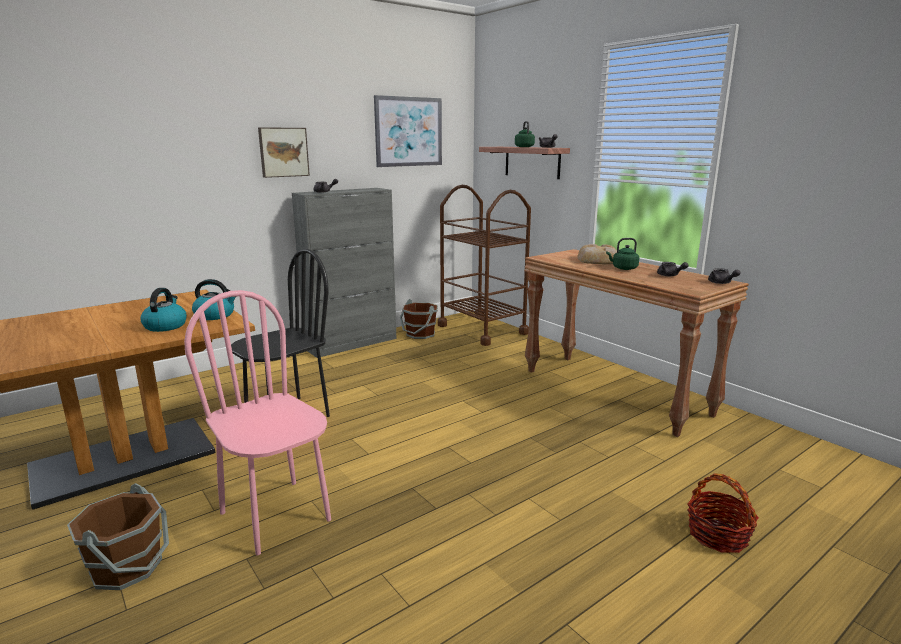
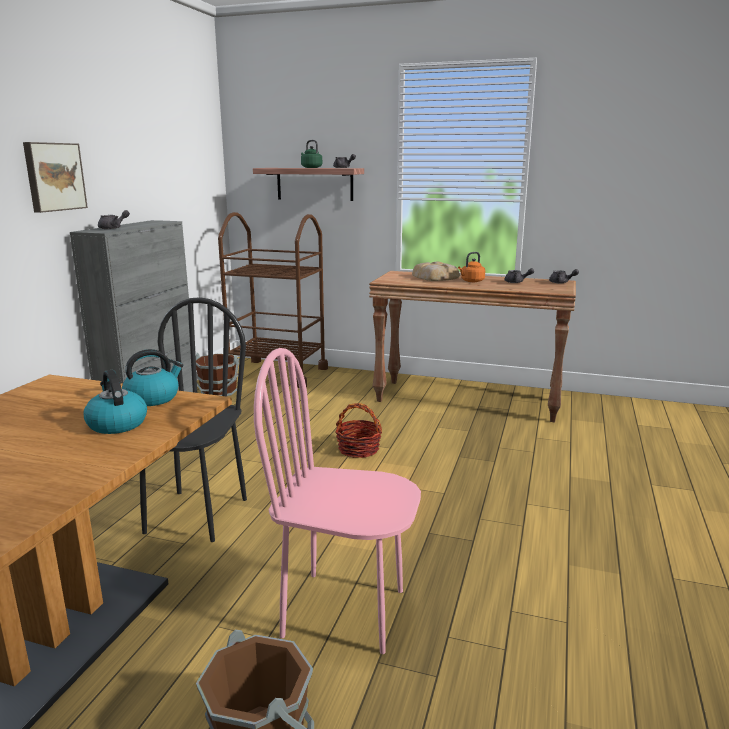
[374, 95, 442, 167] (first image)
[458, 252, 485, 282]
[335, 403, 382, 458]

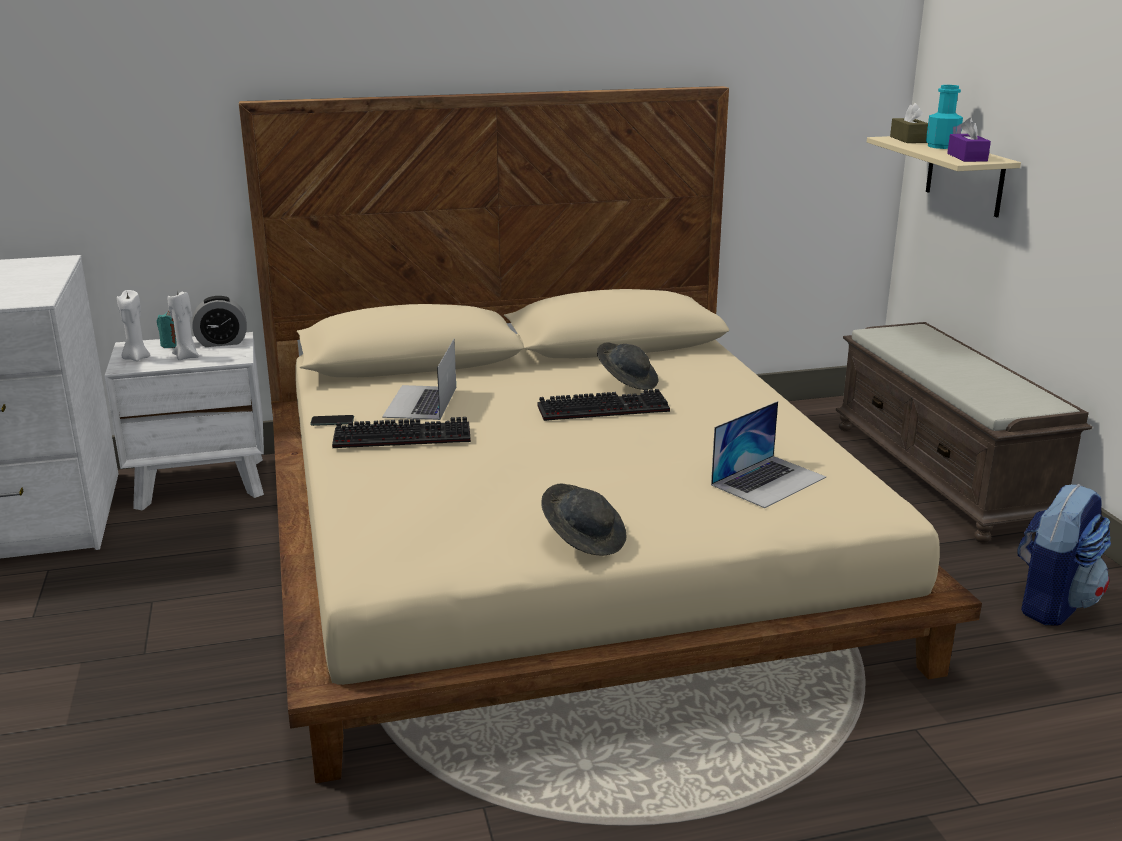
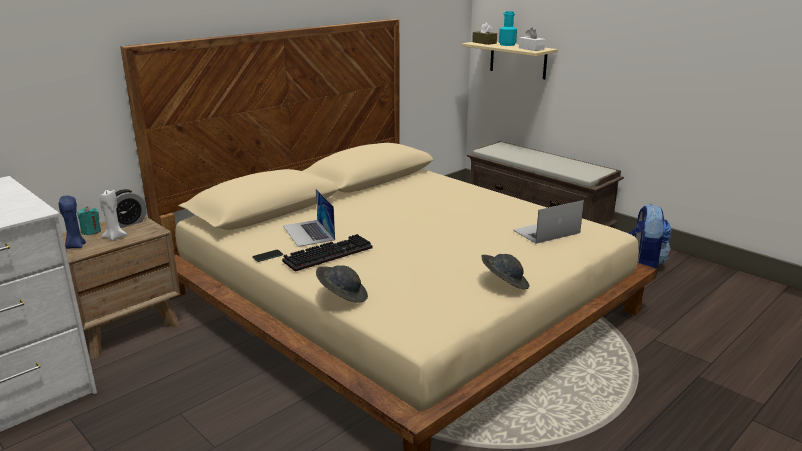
[519, 28, 545, 51]
[59, 196, 86, 249]
[62, 216, 180, 359]
[316, 265, 368, 303]
[538, 389, 670, 421] (first image)
[513, 200, 584, 244]

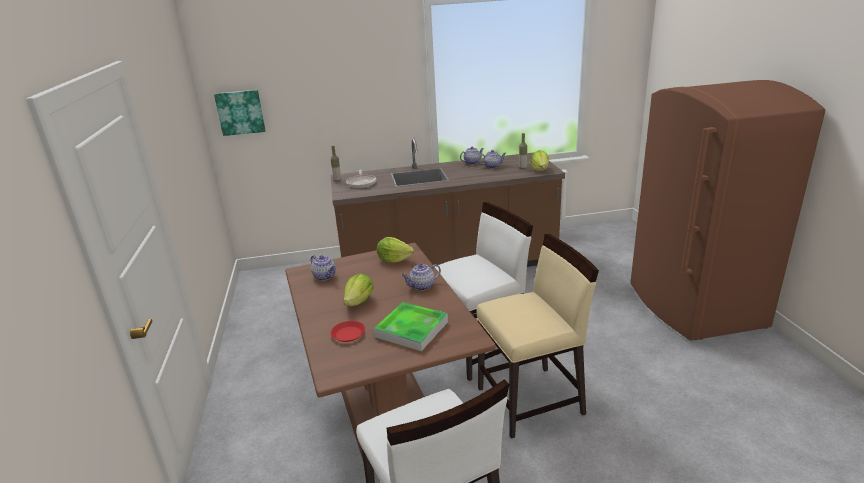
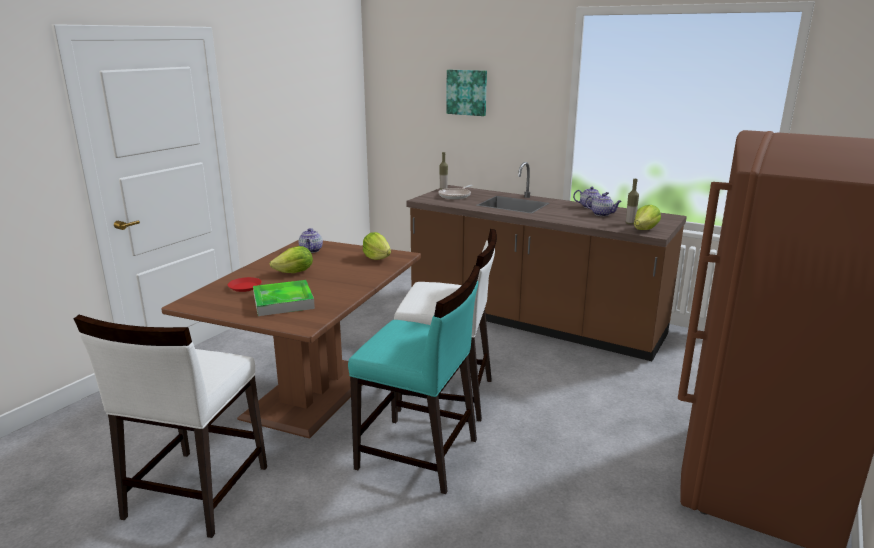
[446, 70, 487, 116]
[348, 265, 480, 494]
[401, 264, 441, 291] (first image)

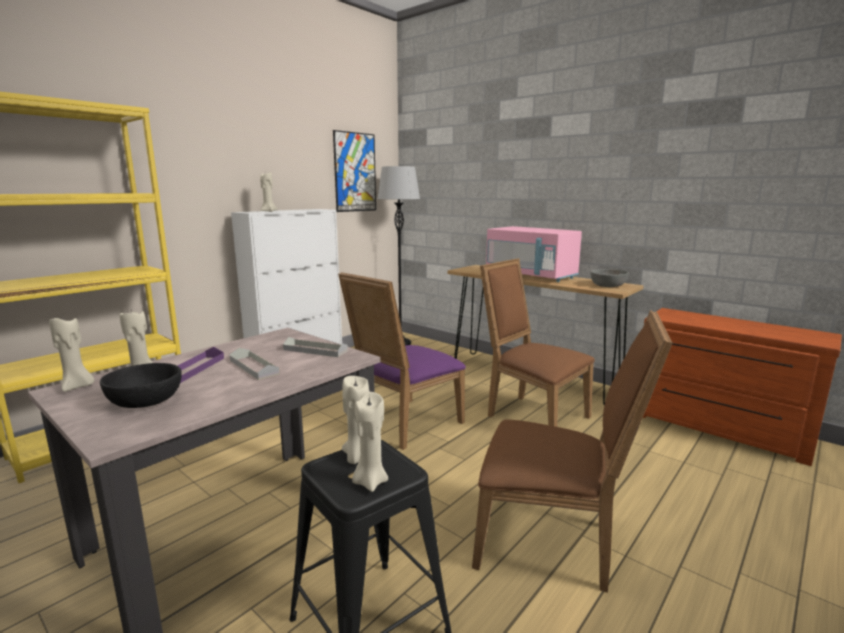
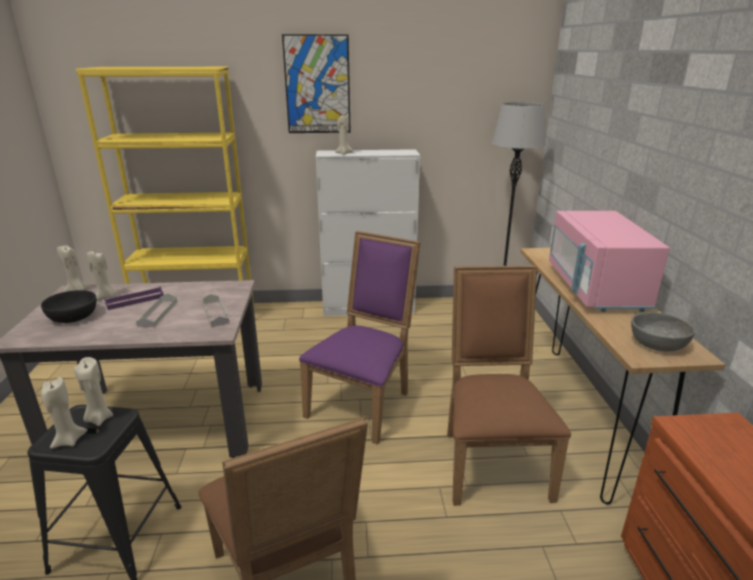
[282, 34, 351, 133]
[299, 231, 420, 445]

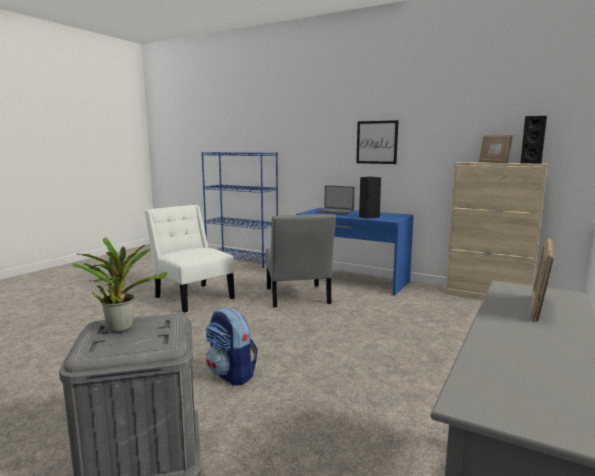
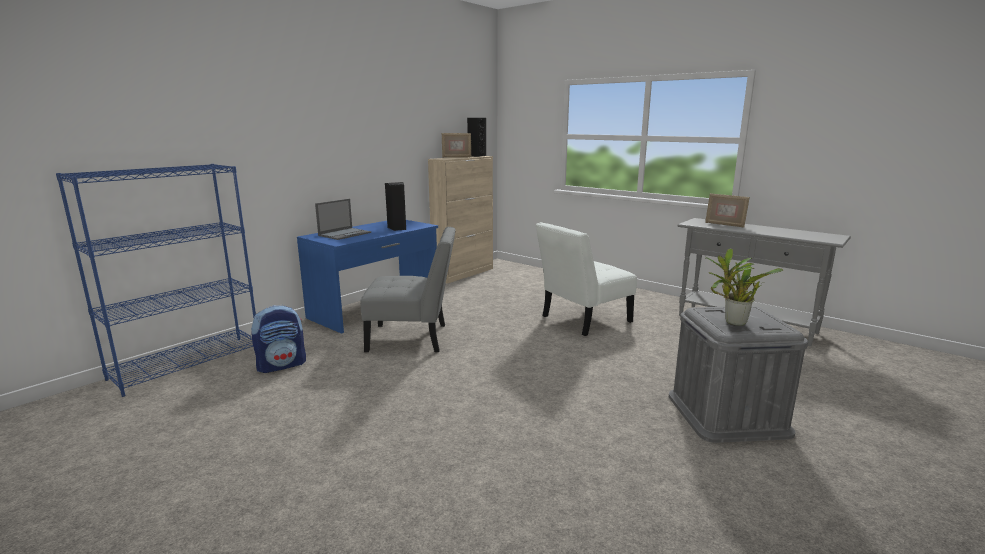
[356, 120, 399, 164] (first image)
[536, 222, 637, 336]
[251, 305, 306, 373]

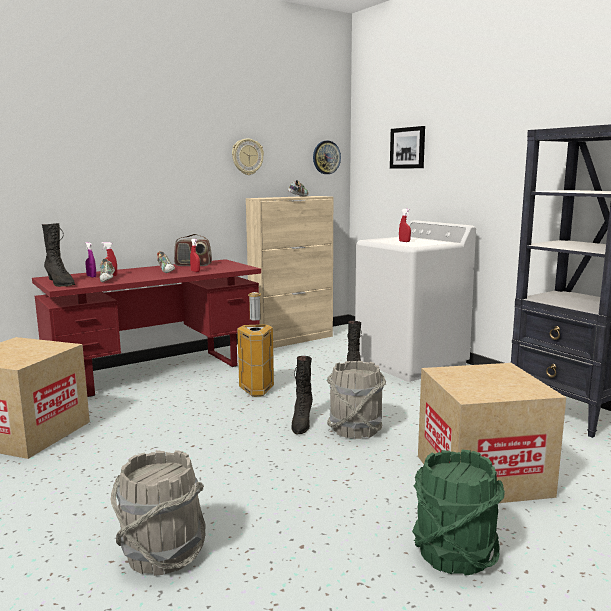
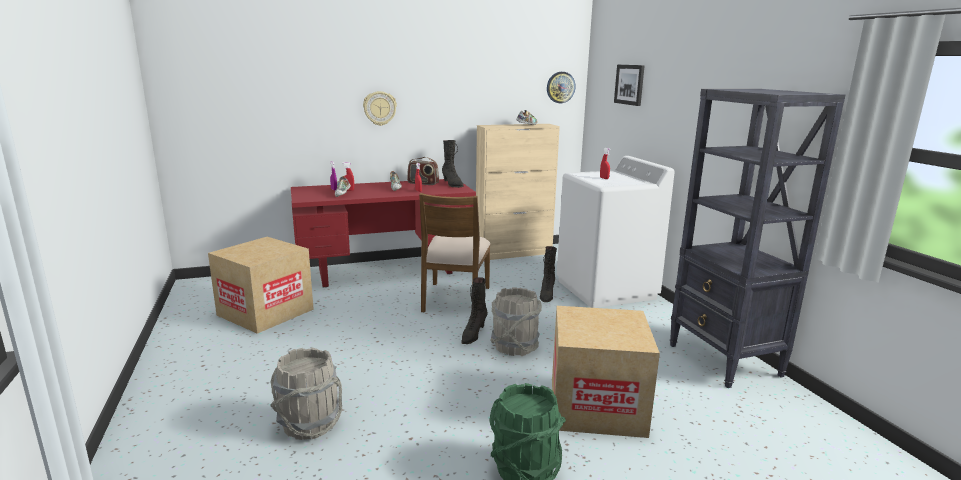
[363, 91, 397, 126]
[442, 140, 464, 188]
[419, 193, 490, 312]

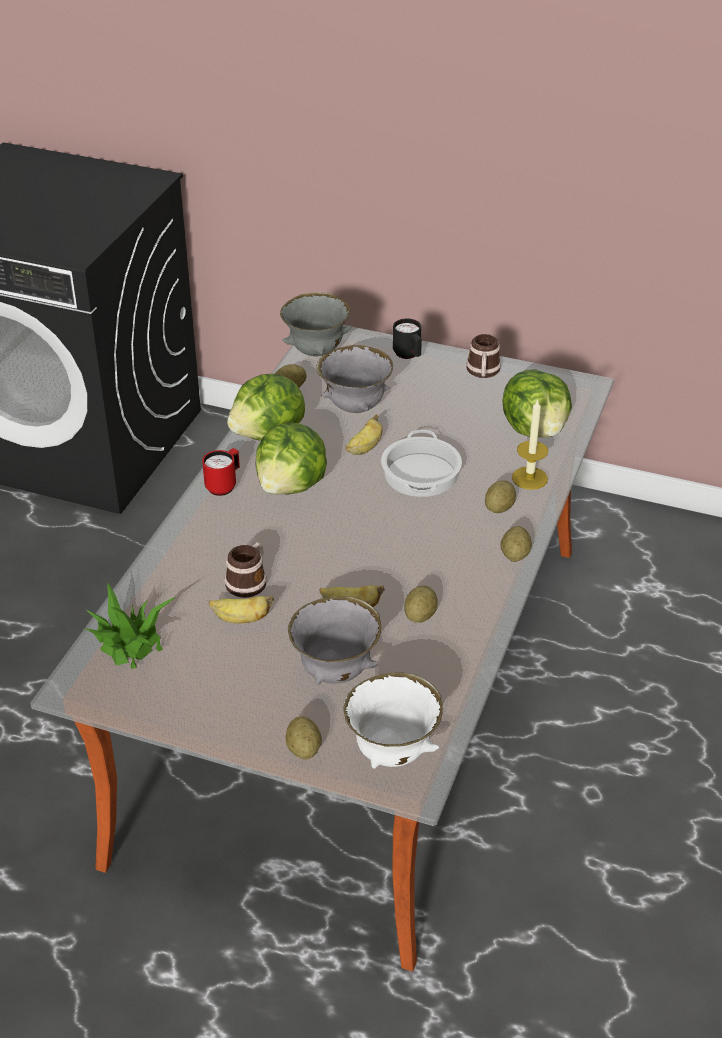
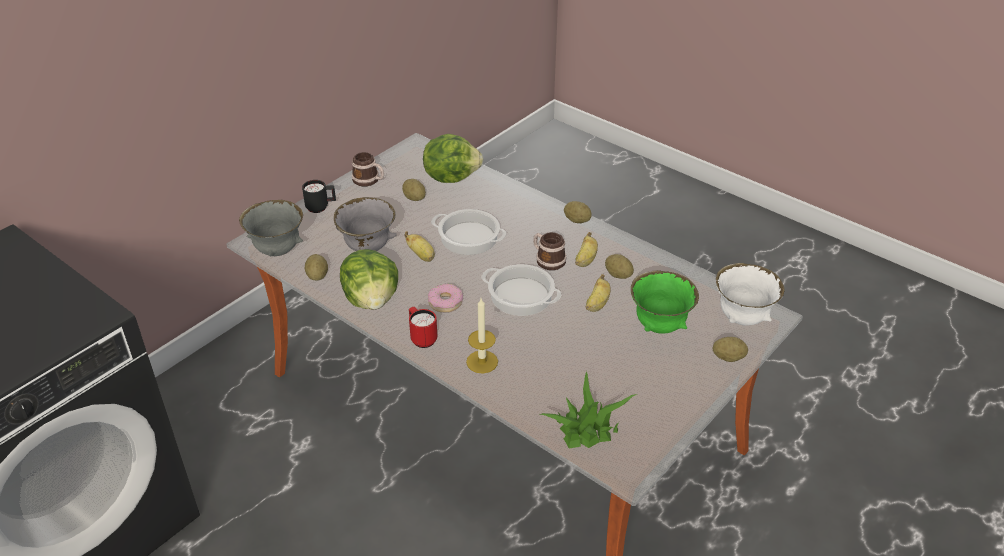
[466, 298, 498, 373]
[428, 284, 463, 312]
[402, 179, 426, 201]
[533, 232, 566, 270]
[575, 232, 598, 267]
[631, 270, 699, 334]
[481, 264, 561, 316]

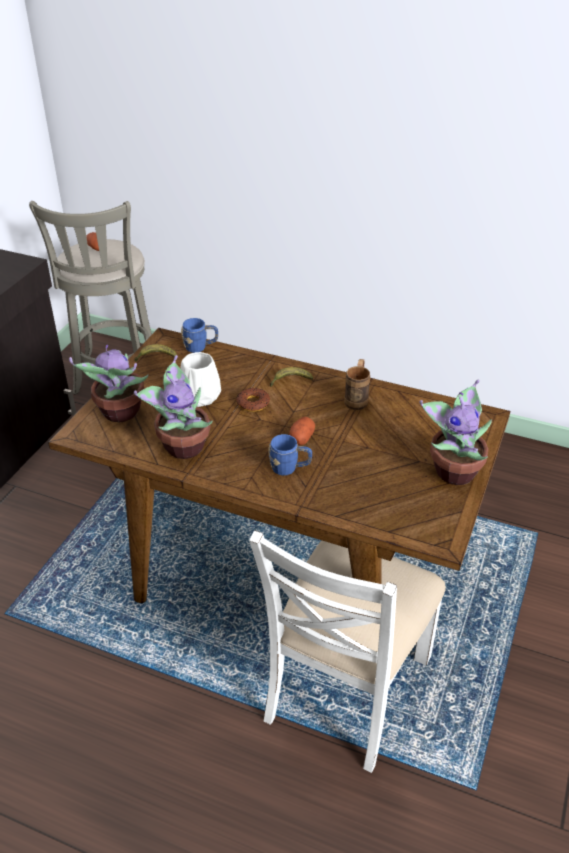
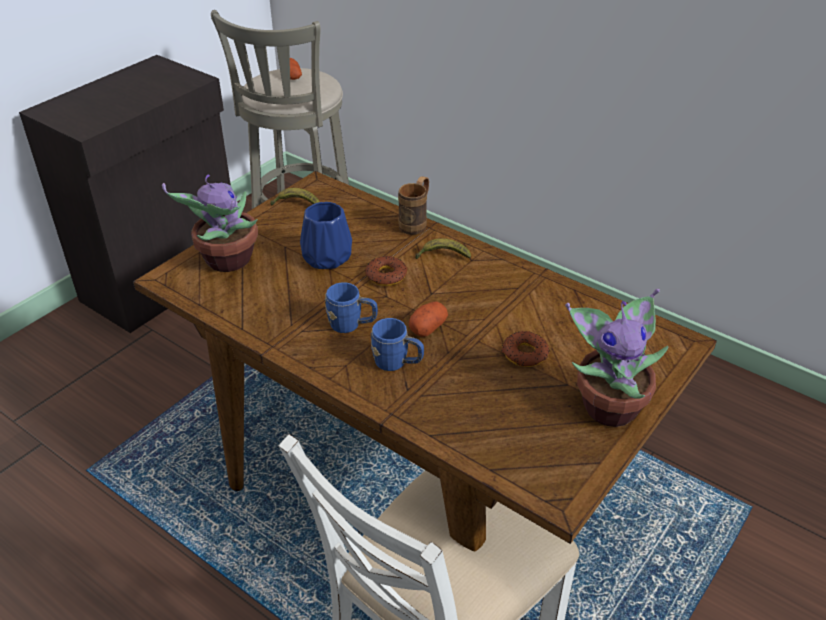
[325, 282, 378, 333]
[300, 202, 352, 269]
[134, 355, 213, 459] (first image)
[398, 176, 429, 235]
[502, 331, 550, 367]

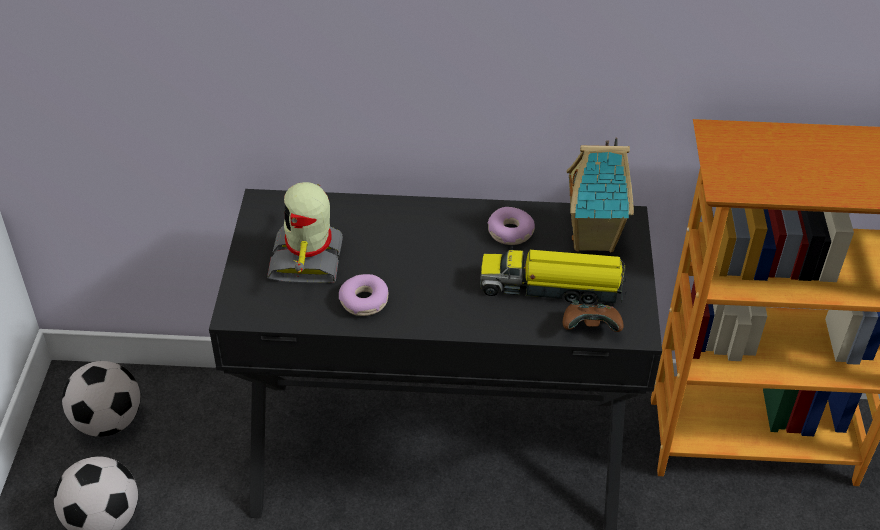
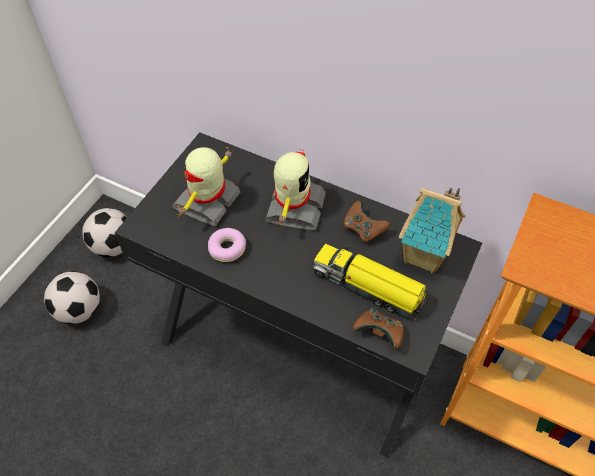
[343, 200, 390, 243]
[266, 151, 326, 230]

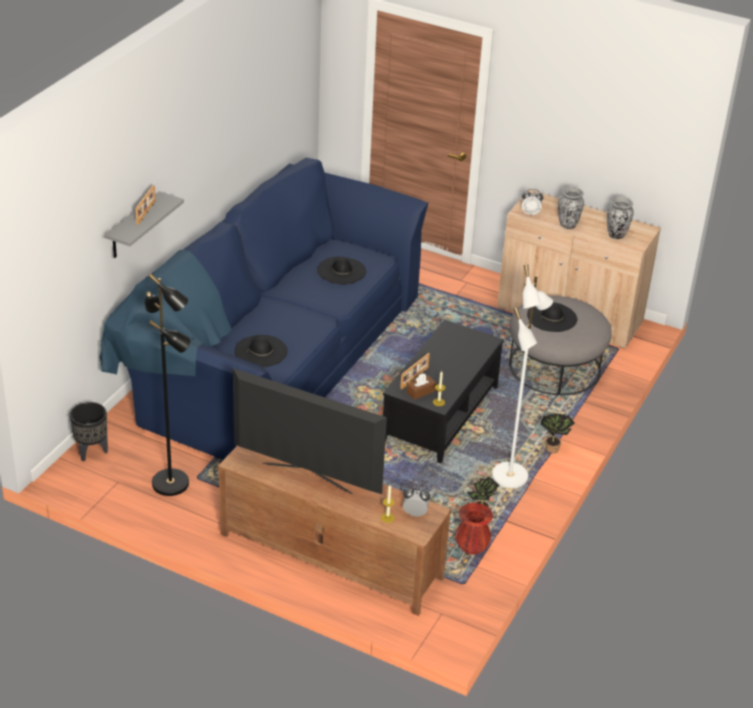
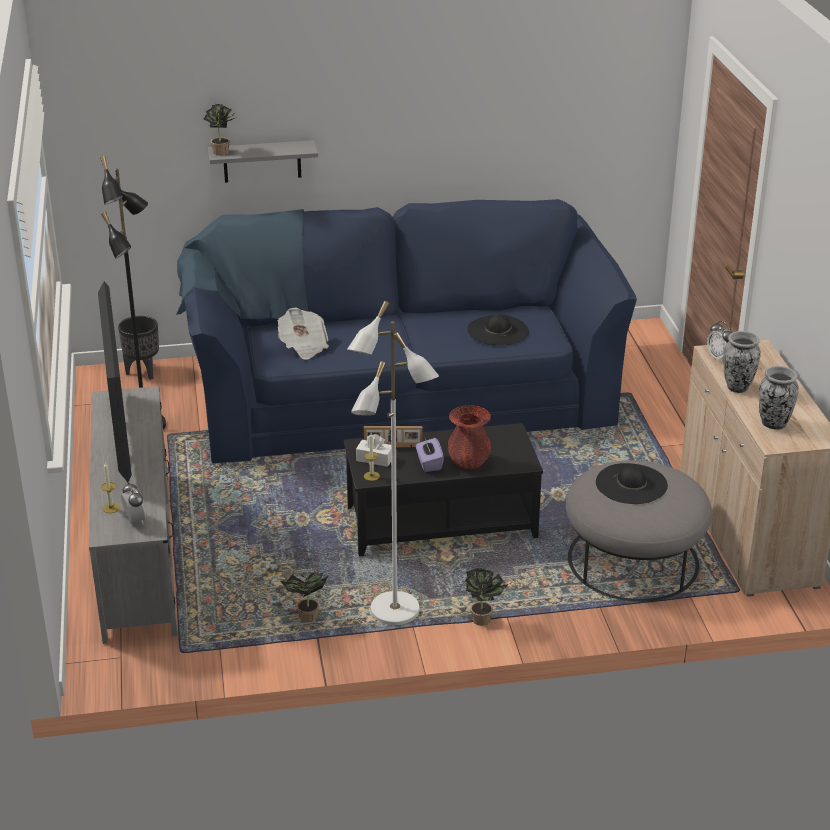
[136, 185, 156, 225] (first image)
[278, 308, 329, 360]
[356, 434, 391, 467]
[89, 386, 177, 644]
[448, 405, 491, 470]
[204, 104, 237, 155]
[416, 438, 444, 472]

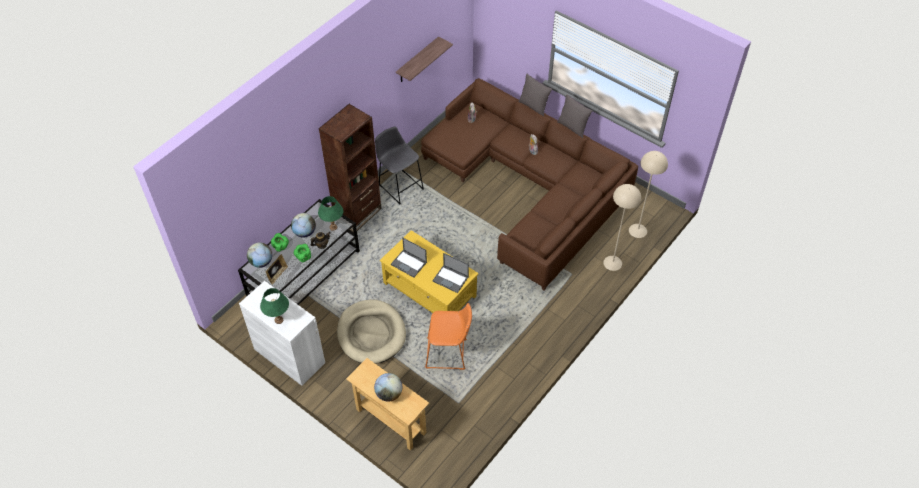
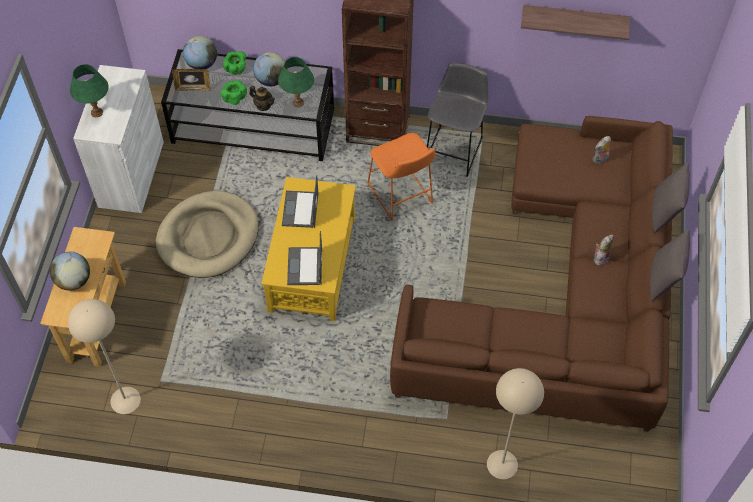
[68, 299, 141, 414]
[367, 133, 436, 221]

